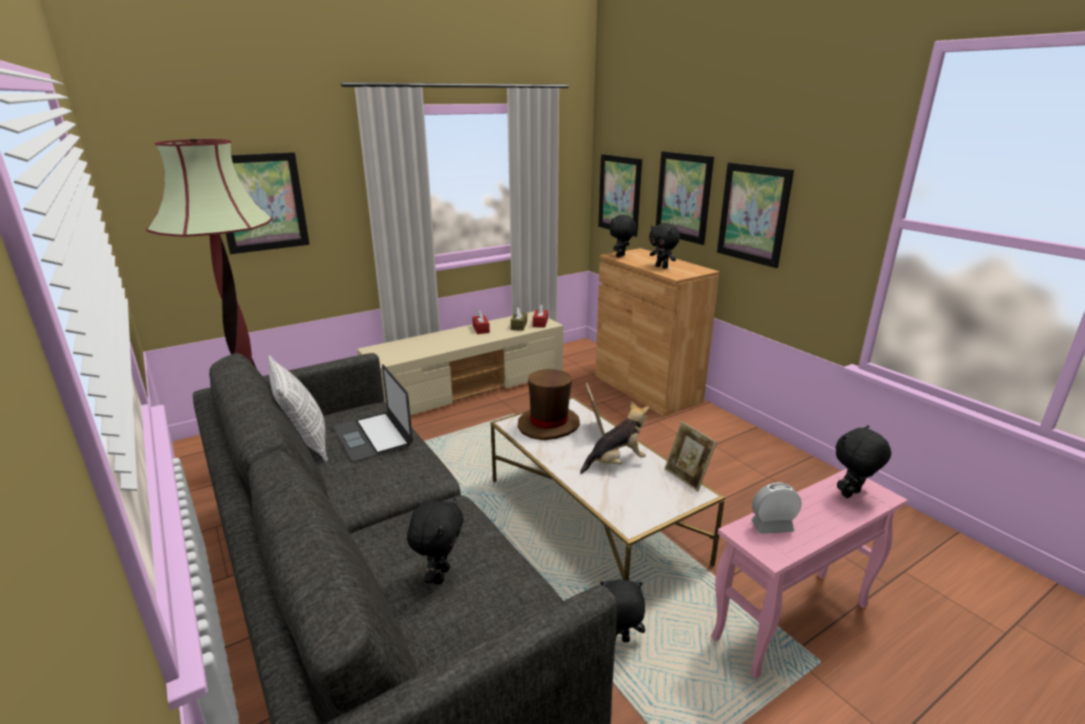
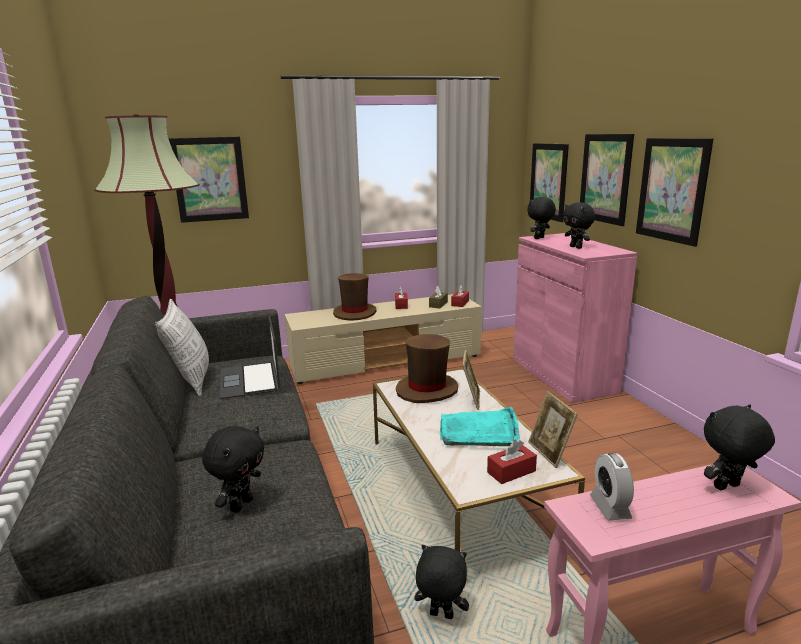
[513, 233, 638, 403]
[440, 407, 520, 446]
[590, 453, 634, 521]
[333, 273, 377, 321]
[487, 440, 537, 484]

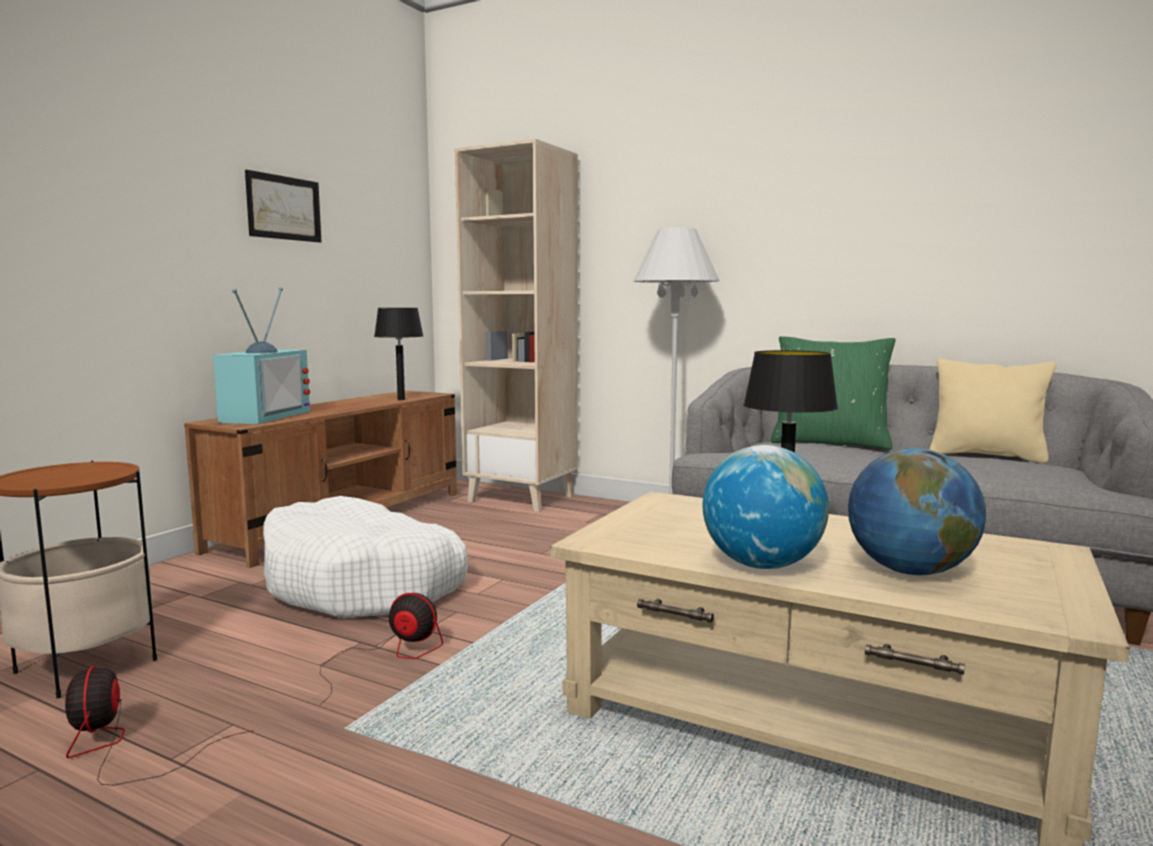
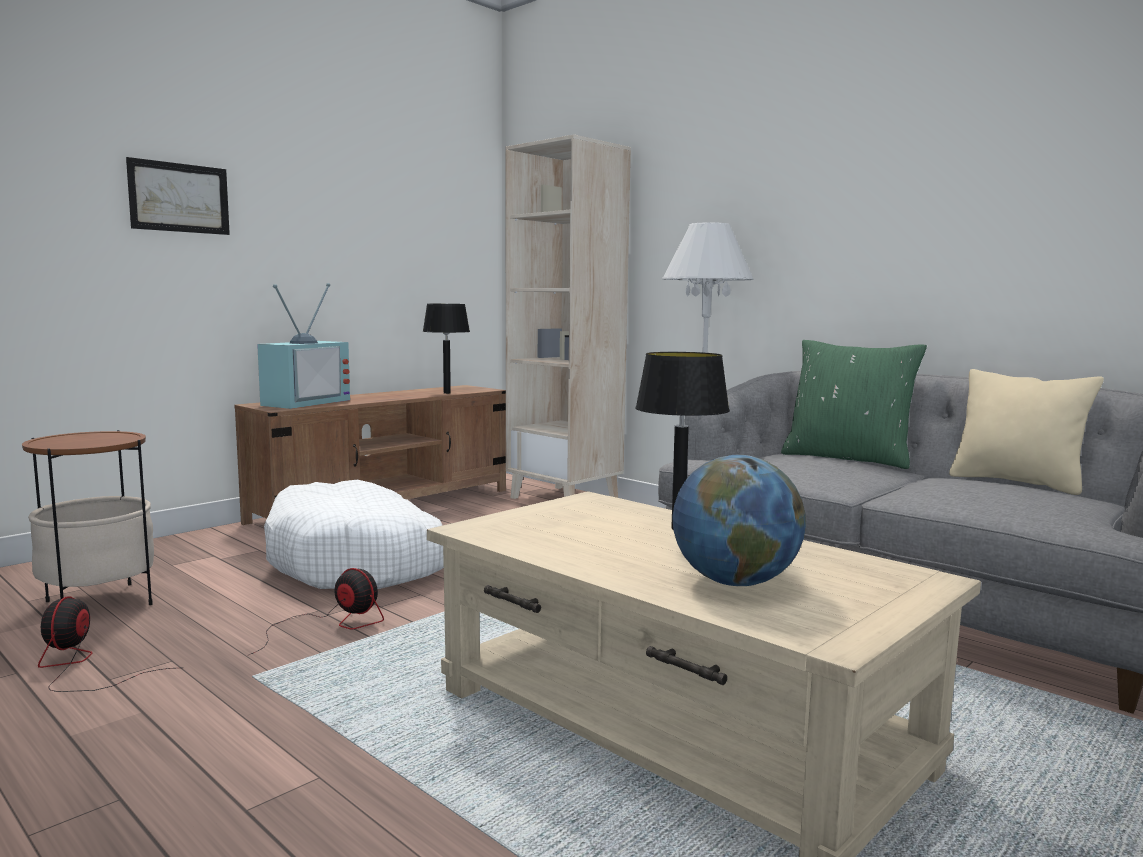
[126, 157, 230, 235]
[703, 445, 829, 569] (first image)

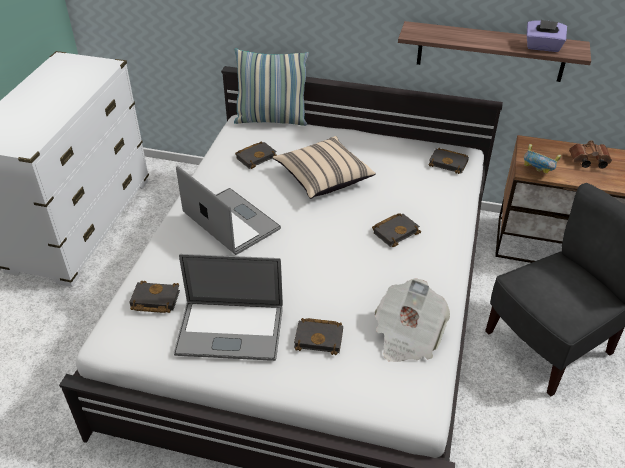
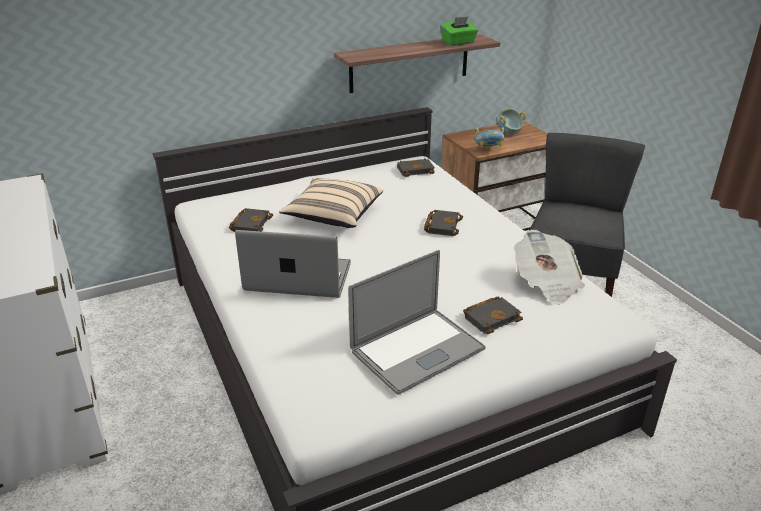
[440, 17, 478, 46]
[234, 48, 309, 126] (first image)
[497, 108, 526, 135]
[129, 281, 180, 313] (first image)

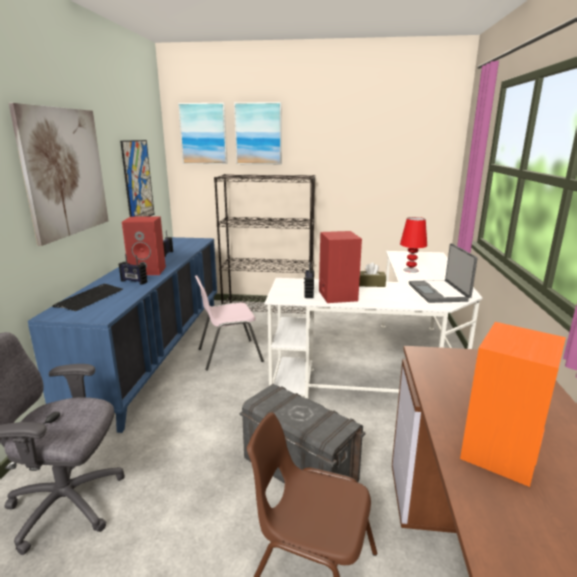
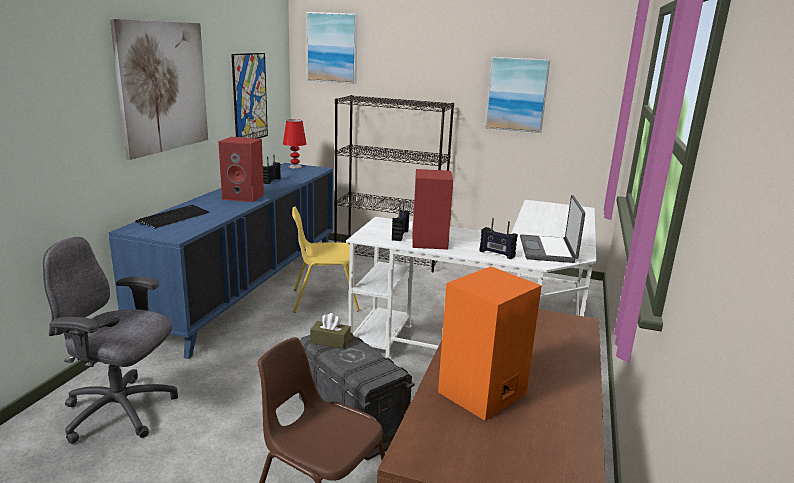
[485, 57, 550, 133]
[283, 119, 307, 169]
[480, 218, 518, 259]
[310, 313, 351, 349]
[292, 207, 360, 313]

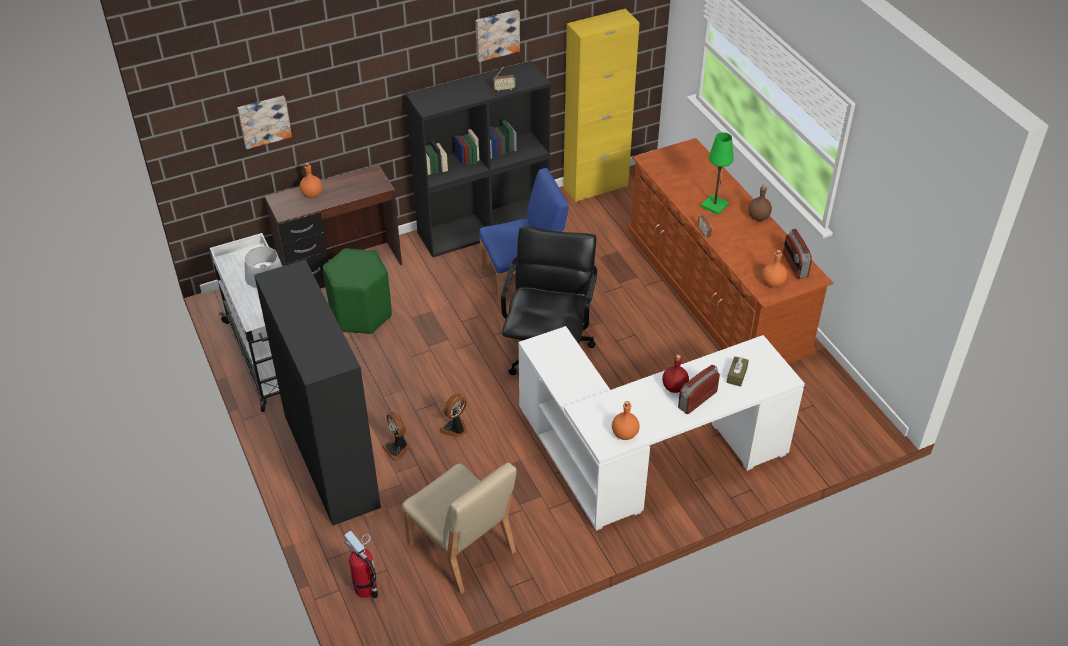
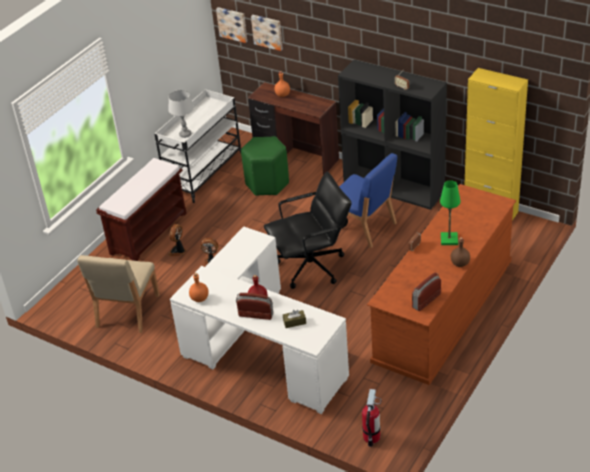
[216, 7, 247, 43]
[762, 250, 787, 287] (first image)
[96, 158, 187, 261]
[362, 389, 381, 447]

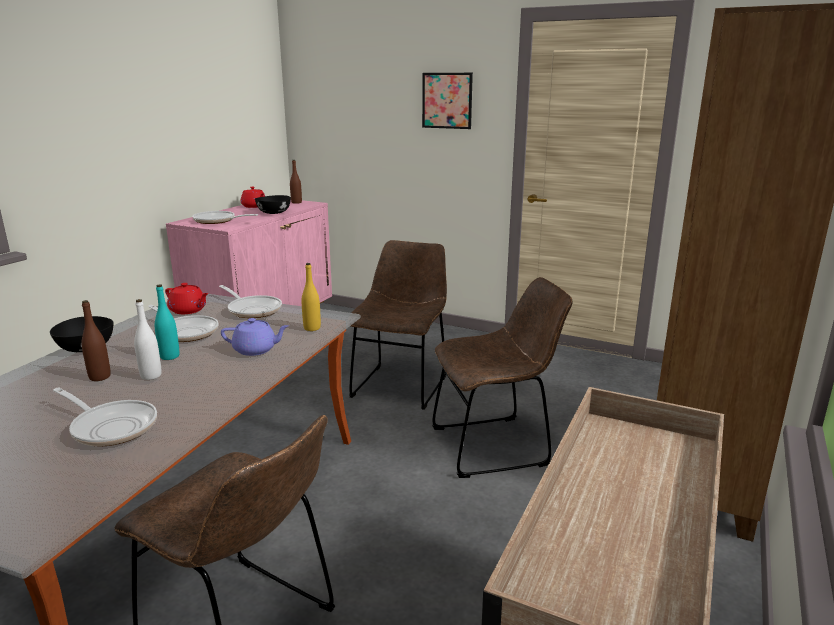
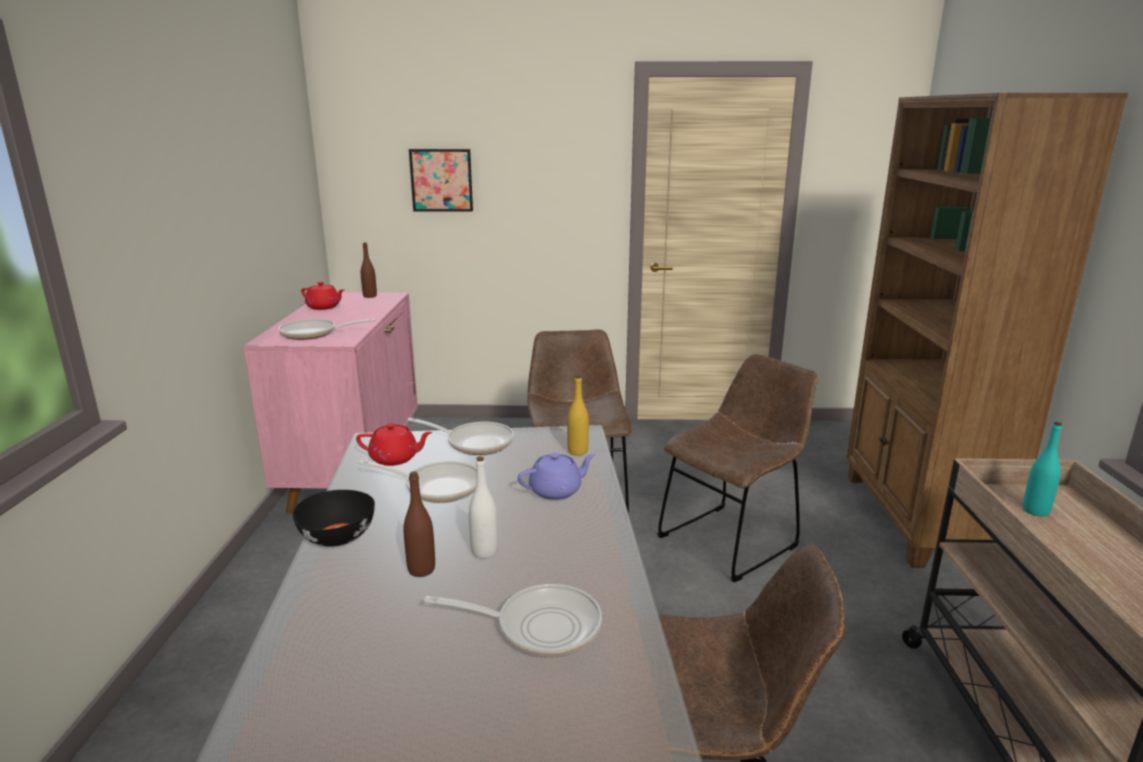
[409, 149, 473, 212]
[255, 195, 291, 214] (first image)
[1023, 422, 1062, 516]

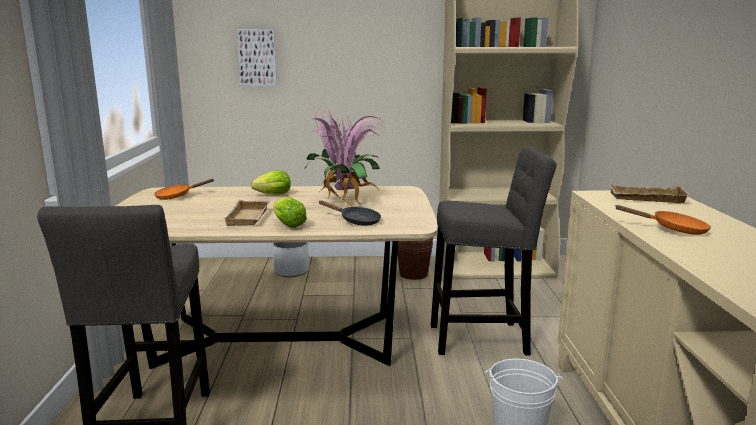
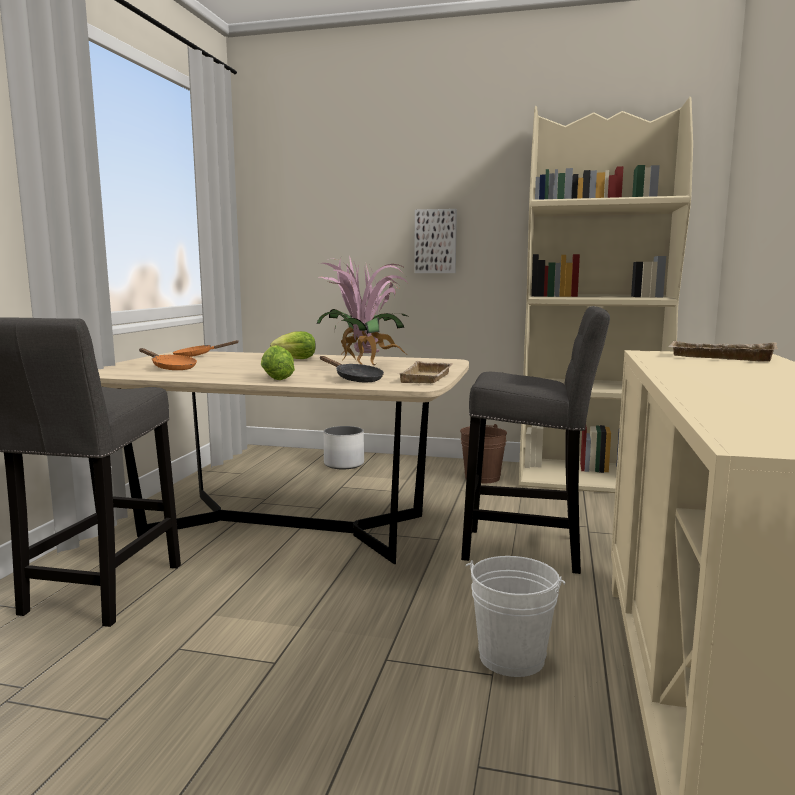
[414, 209, 457, 273]
[399, 361, 453, 383]
[139, 348, 197, 370]

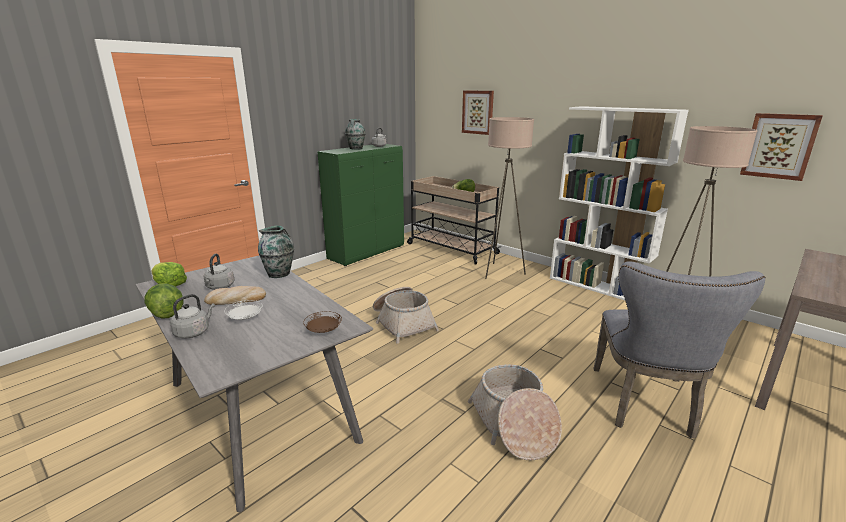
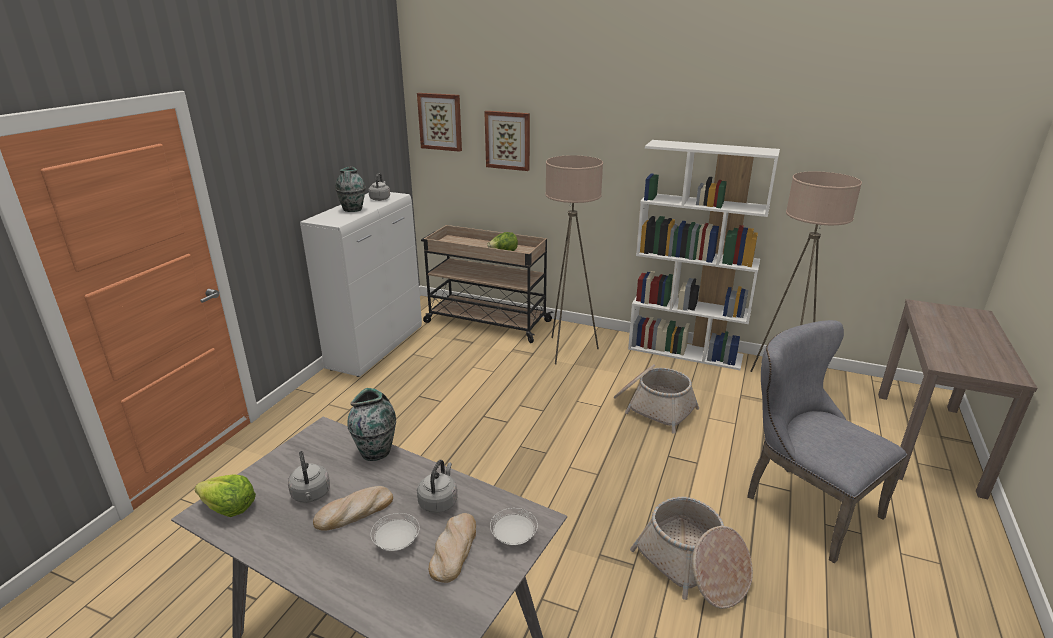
[417, 93, 462, 152]
[300, 192, 422, 377]
[747, 320, 907, 563]
[144, 283, 184, 319] (first image)
[614, 364, 699, 434]
[417, 460, 458, 513]
[490, 508, 538, 545]
[429, 513, 476, 583]

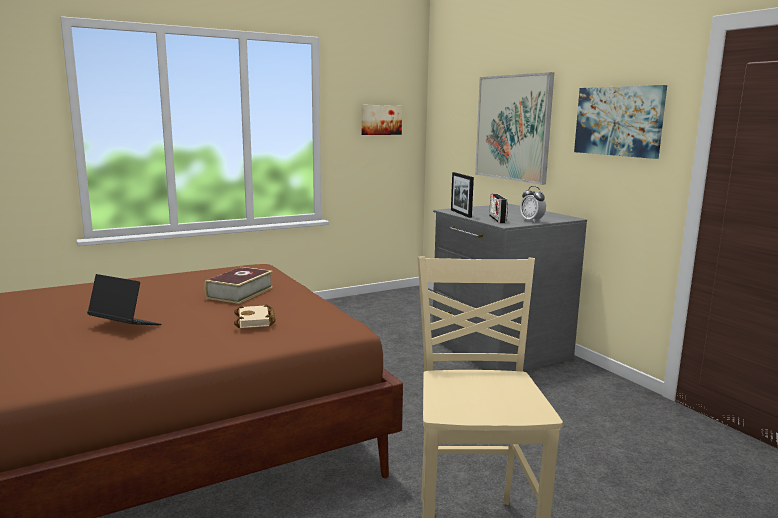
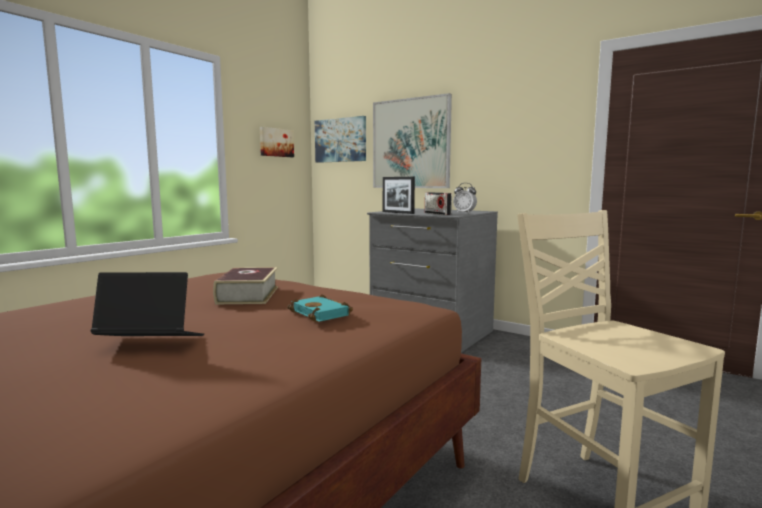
[315, 116, 366, 163]
[287, 294, 353, 322]

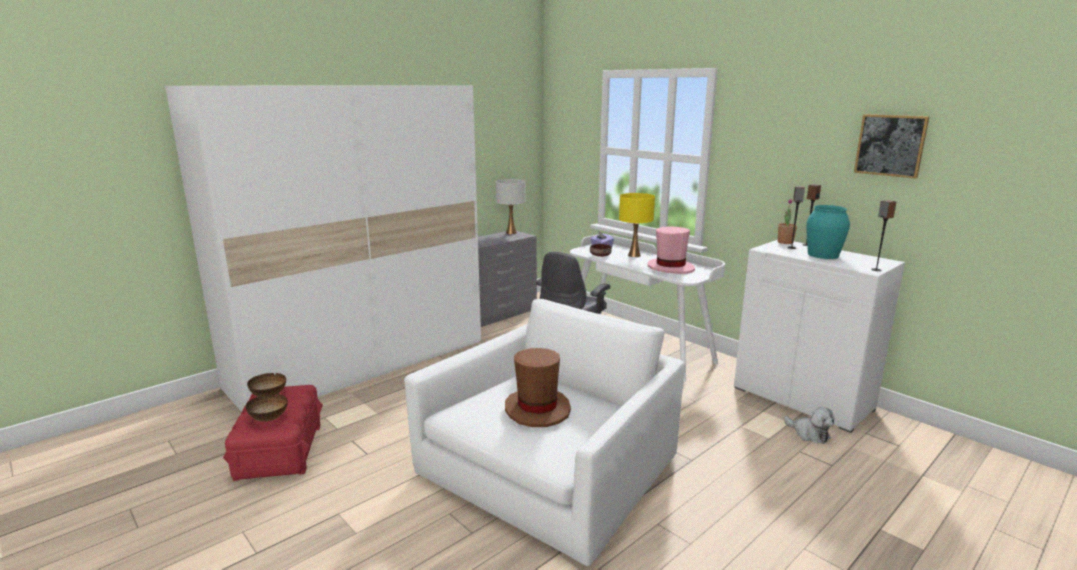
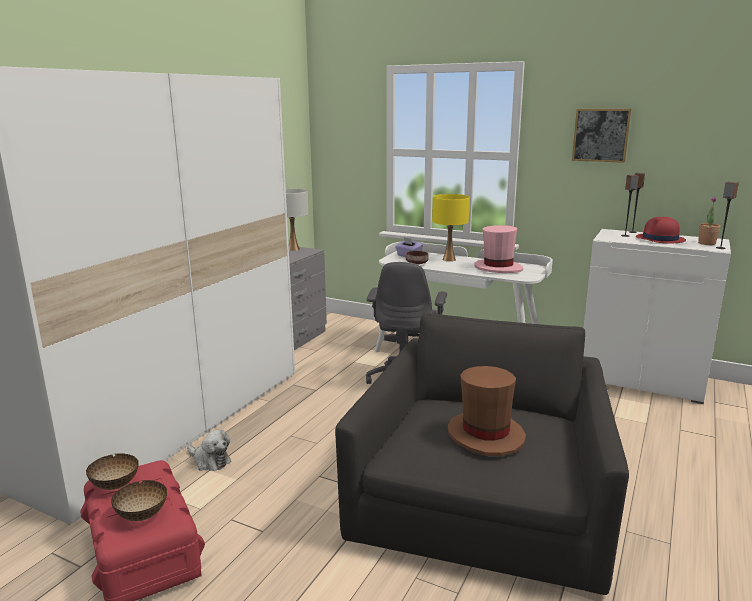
[572, 109, 631, 163]
[698, 196, 721, 245]
[636, 217, 686, 243]
[335, 313, 629, 595]
[187, 430, 231, 471]

